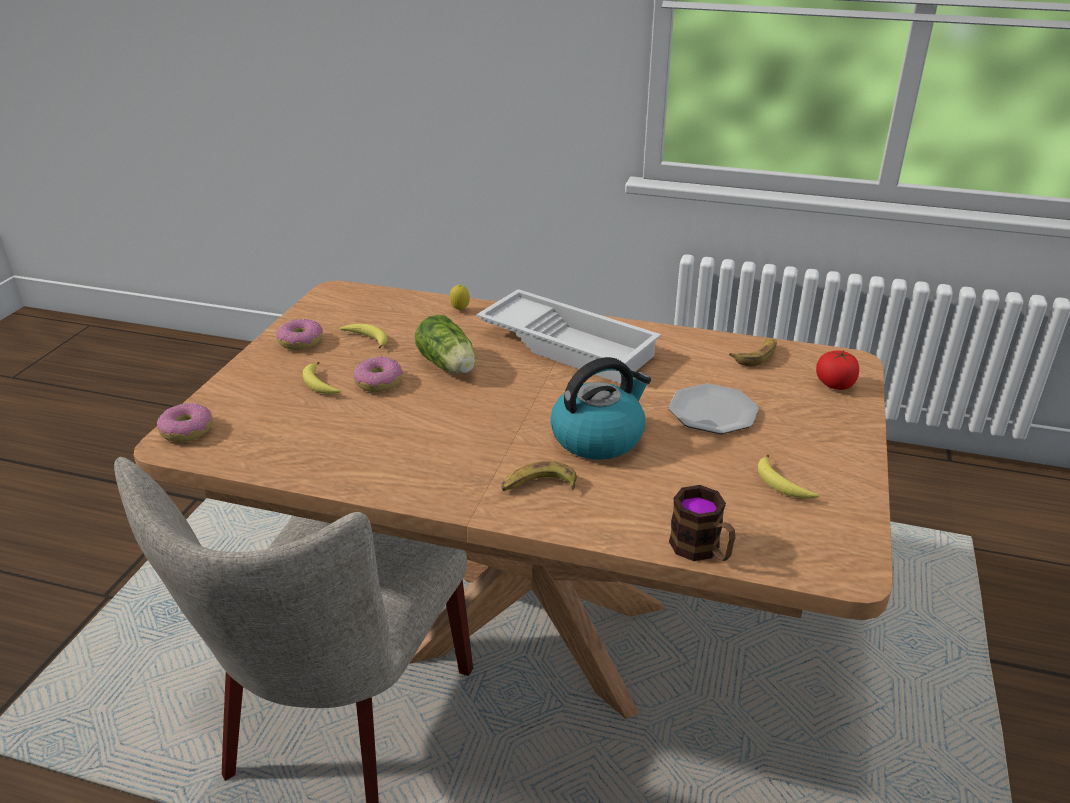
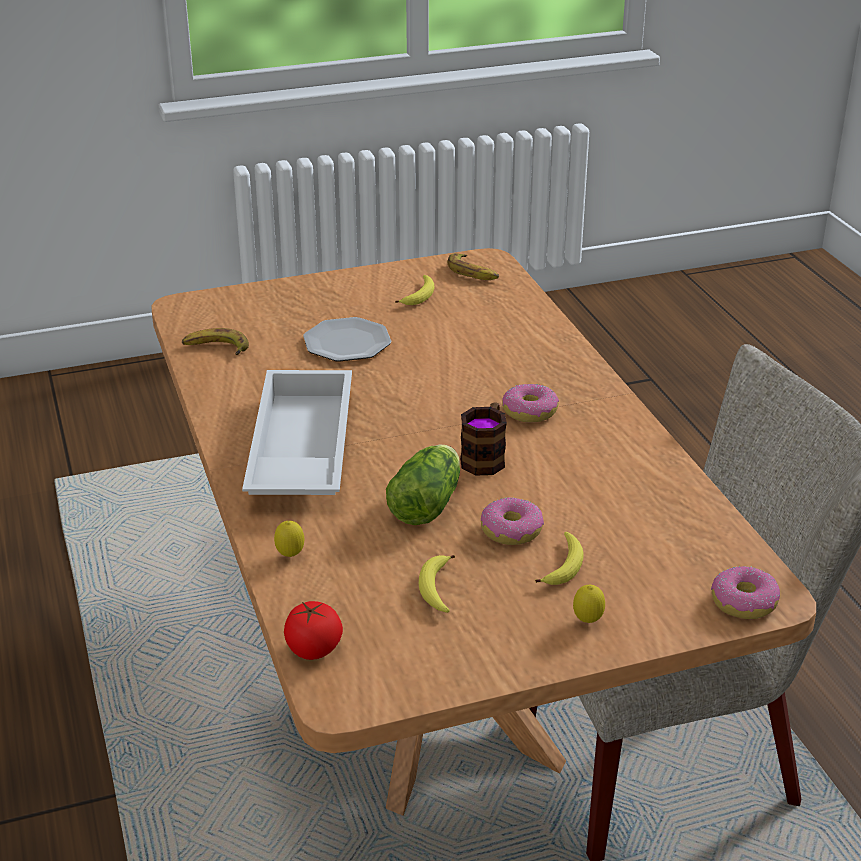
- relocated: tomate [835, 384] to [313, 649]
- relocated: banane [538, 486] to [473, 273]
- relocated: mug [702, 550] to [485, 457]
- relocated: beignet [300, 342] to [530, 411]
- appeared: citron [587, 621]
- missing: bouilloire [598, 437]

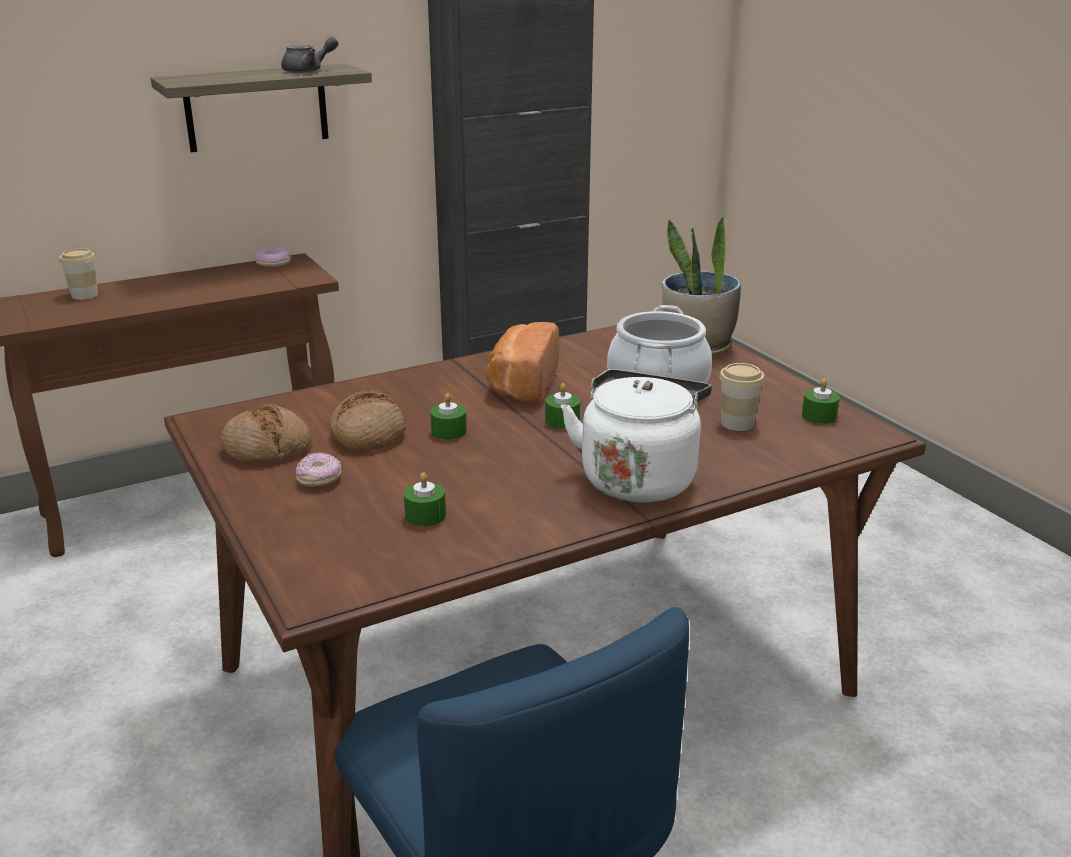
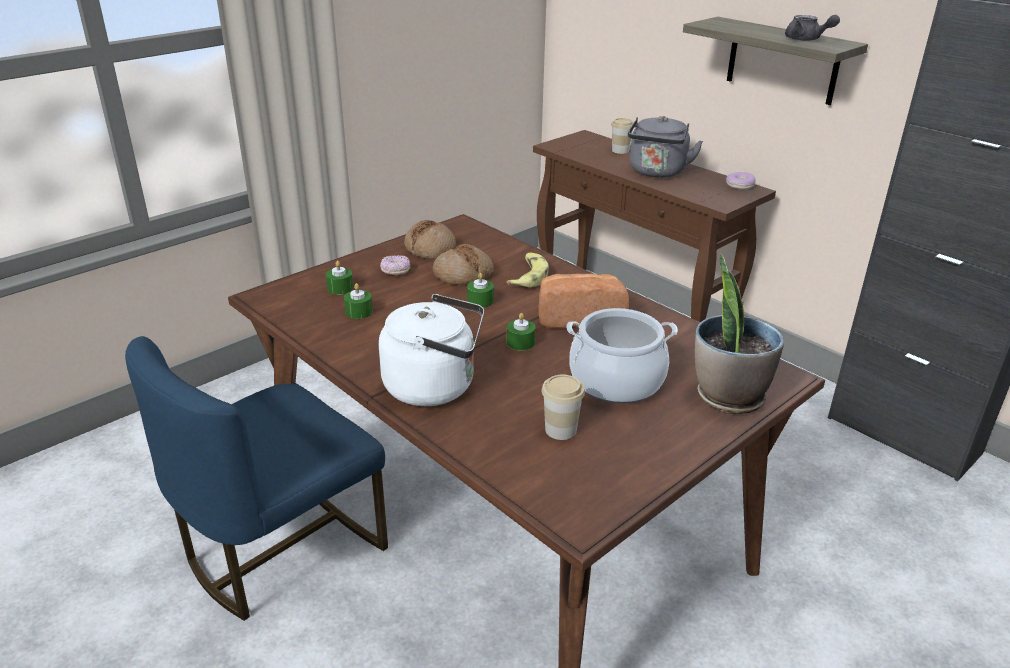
- relocated: bougie (vert) [819, 416] to [340, 288]
- appeared: banane [528, 276]
- appeared: bouilloire (gris) [657, 172]

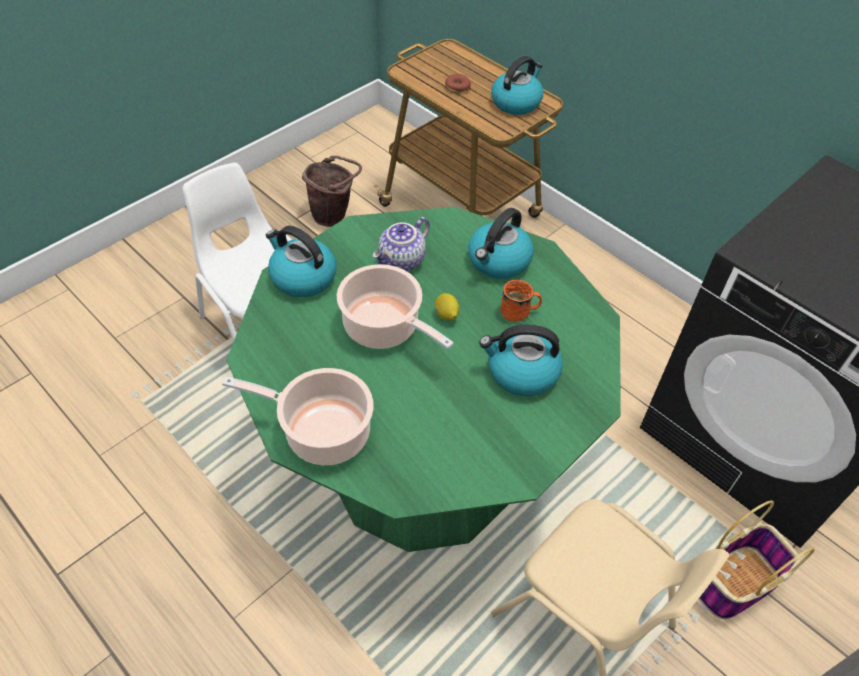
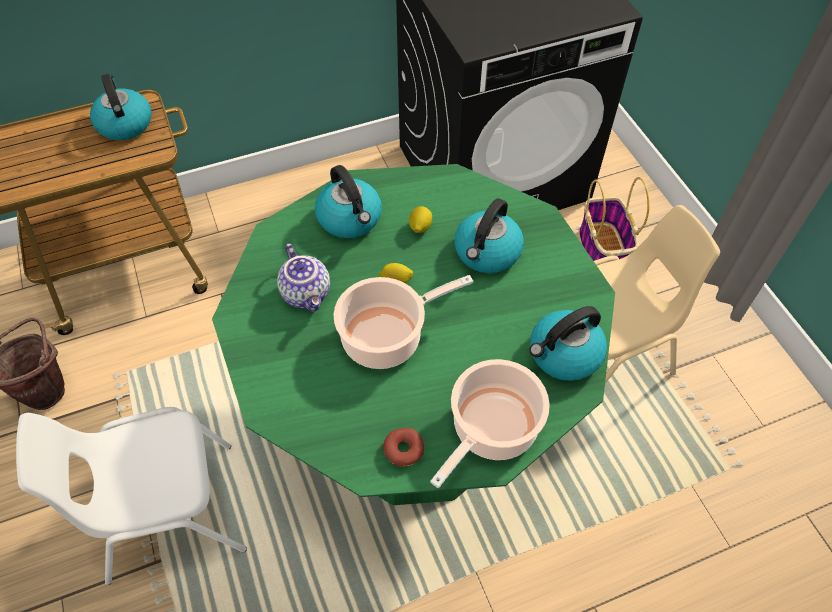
- relocated: beignet [457, 87] to [403, 450]
- exchanged: mug (orange) [519, 312] to citron [420, 227]
- relocated: bouilloire [302, 277] to [563, 355]

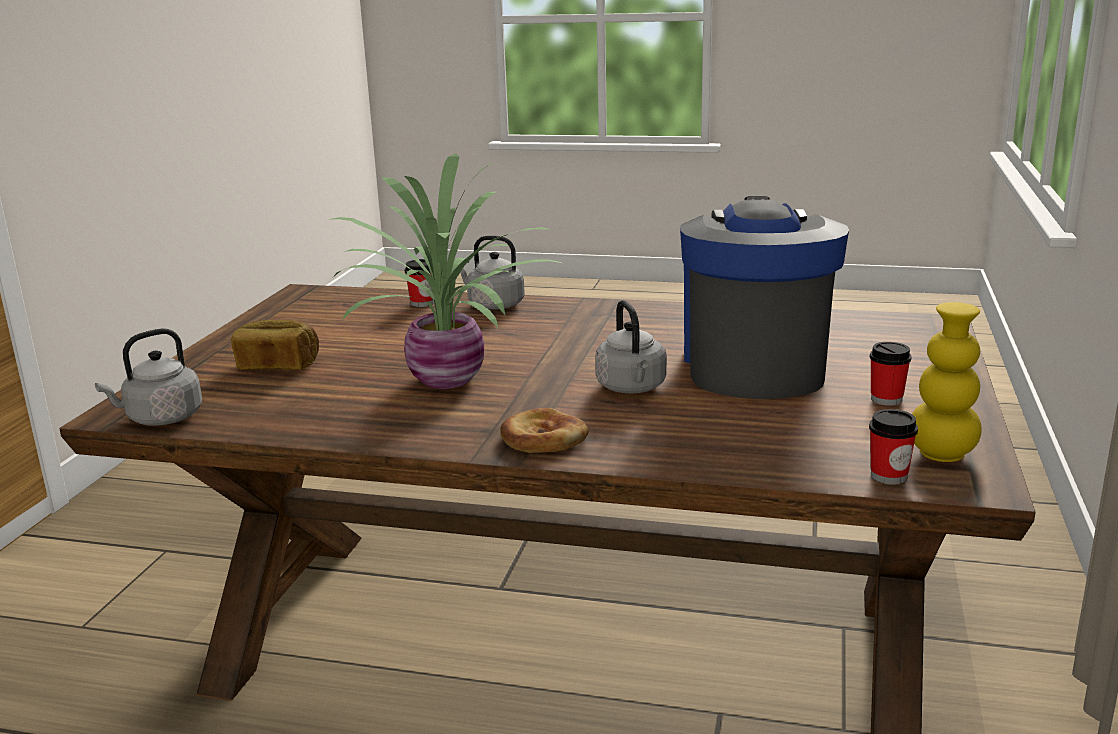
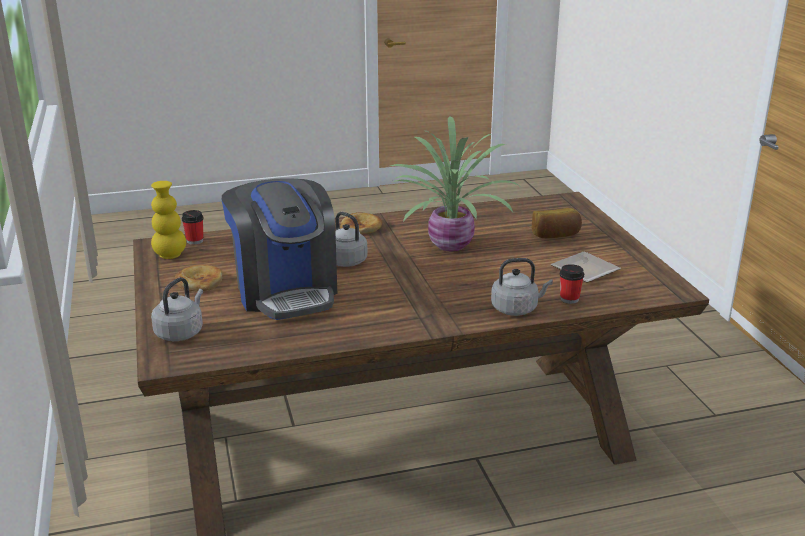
- relocated: bouilloire (gris) [161, 418] to [181, 332]
- exchanged: tasse [886, 399] to pain [199, 281]
- appeared: assiette [587, 270]

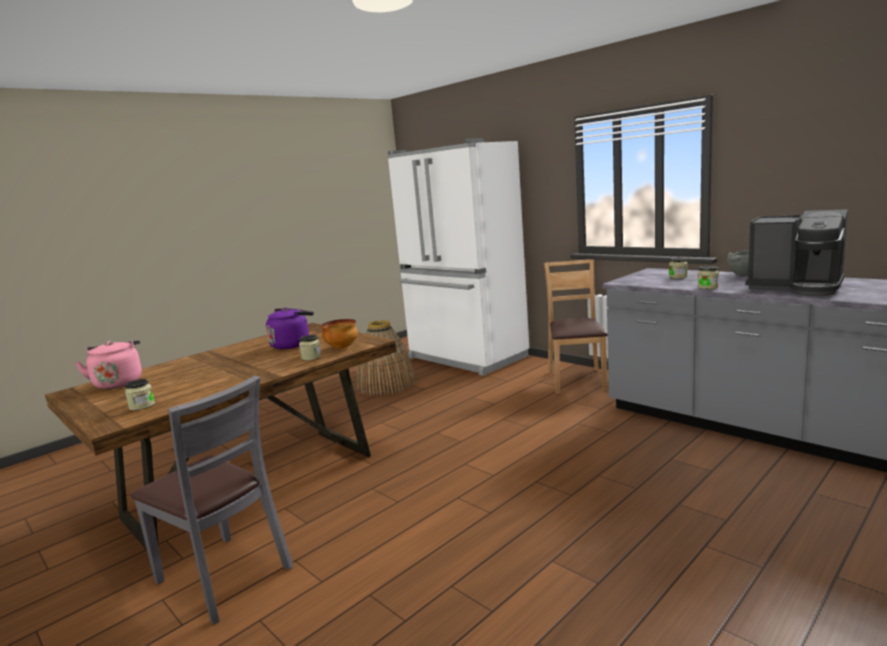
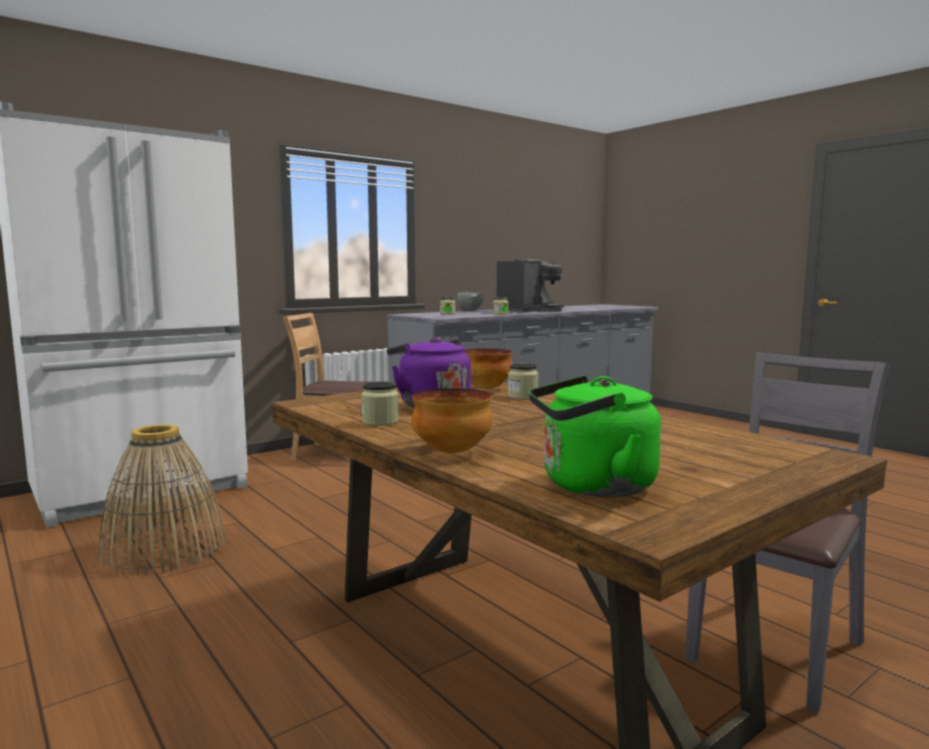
- relocated: bocal [142, 406] to [380, 422]
- appeared: bol [452, 452]
- colour: bouilloire (rose) [118, 383] to bouilloire (vert) [591, 486]

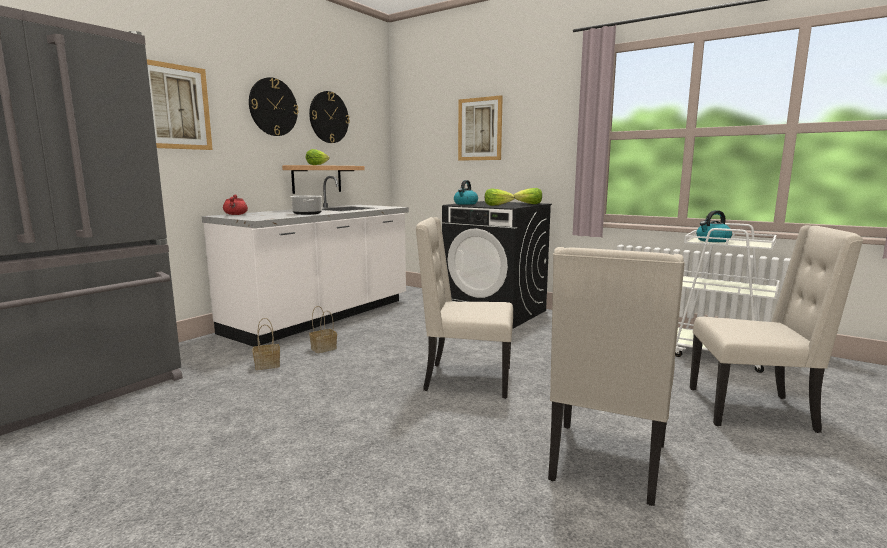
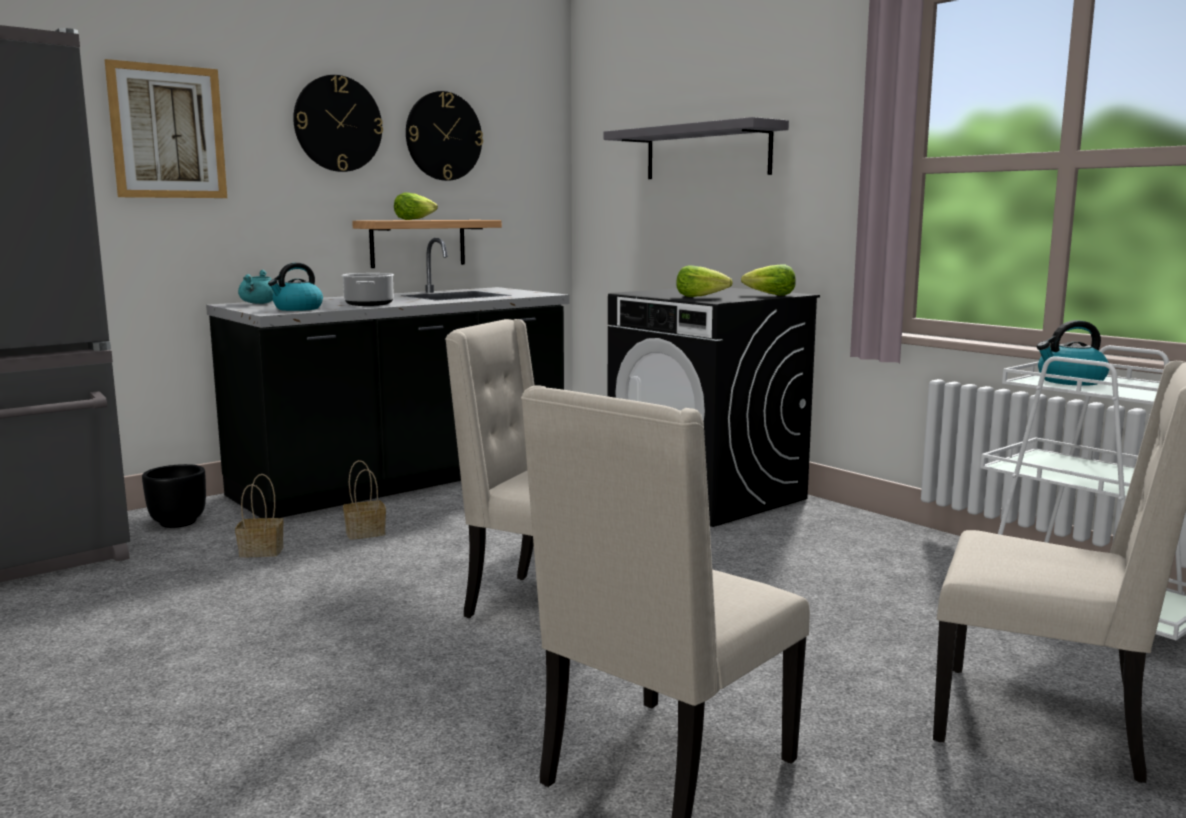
- appeared: cache-pot (noir) [177, 523]
- colour: comptoir de cuisine (blanc) [322, 316] to comptoir de cuisine (noir) [405, 479]
- colour: marmite (rouge) [236, 214] to marmite (turquoise) [259, 303]
- relocated: bouilloire [465, 204] to [297, 309]
- exchanged: tableau [480, 129] to étagère (gris) [707, 152]

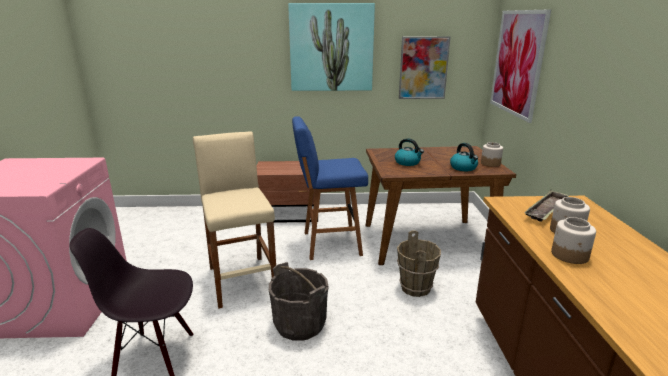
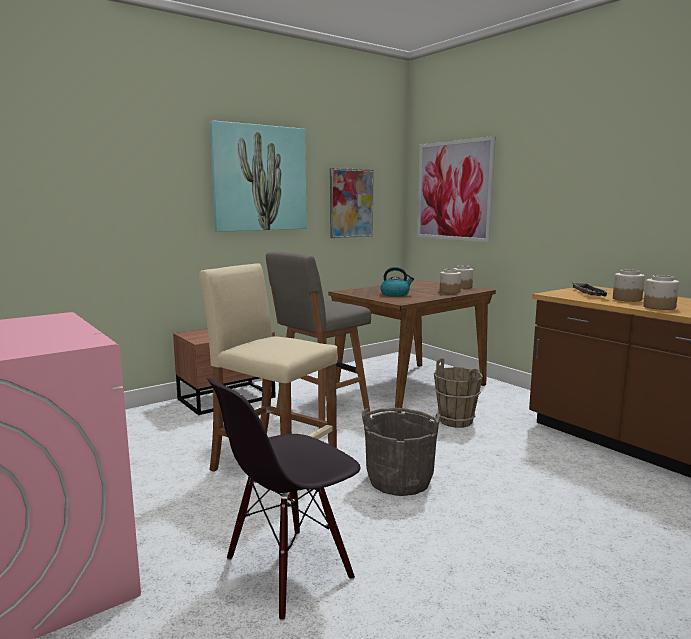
- colour: tabouret (bleu) [329, 244] to tabouret (gris) [320, 411]
- exchanged: bouilloire [463, 168] to bocal [449, 291]

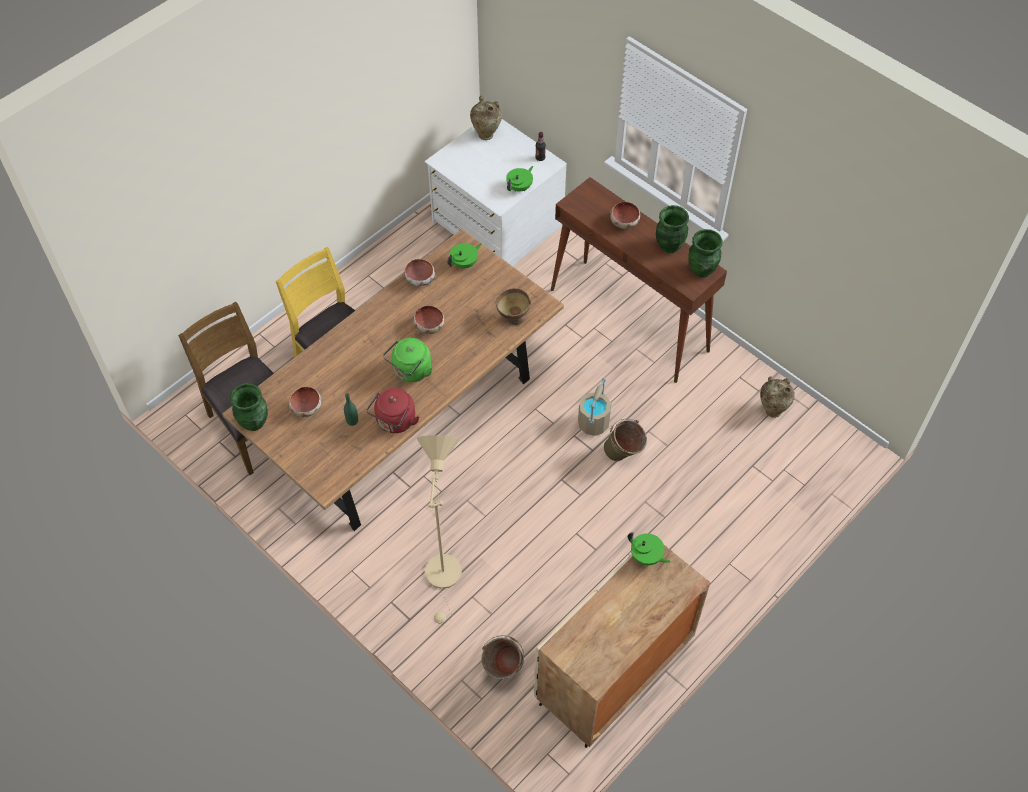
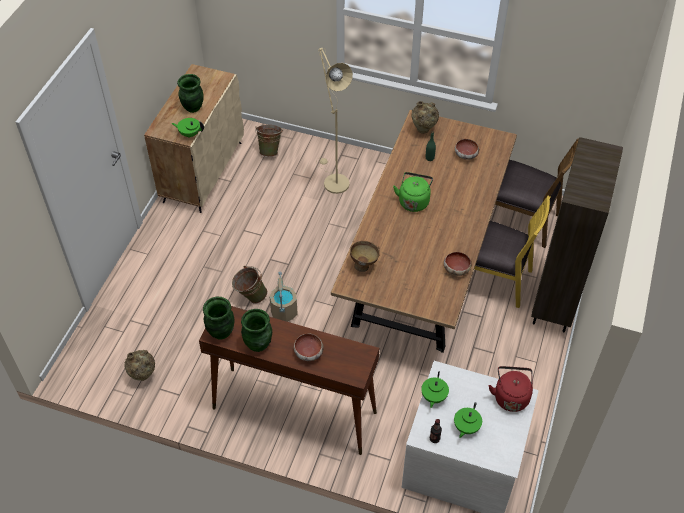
- relocated: vase (vert) [254, 422] to [192, 108]
- relocated: vase (beige) [486, 134] to [423, 131]
- relocated: théière (vert) [465, 263] to [466, 427]
- relocated: bouilloire (rouge) [395, 422] to [510, 396]
- appeared: bibliothèque (marron) [555, 303]
- missing: bol [428, 326]

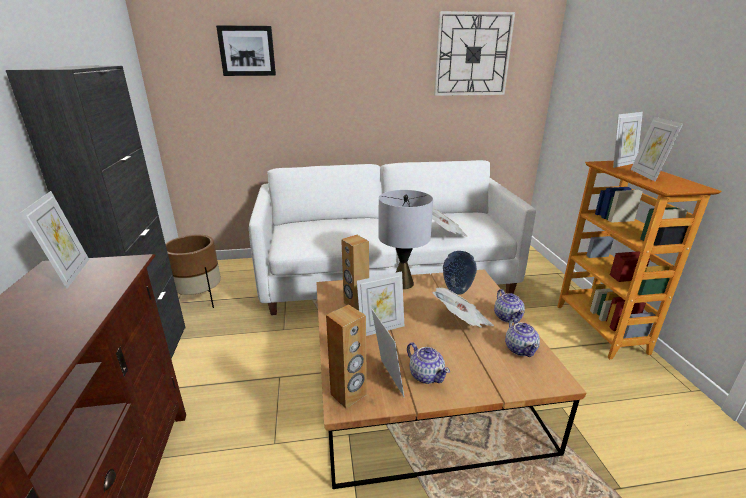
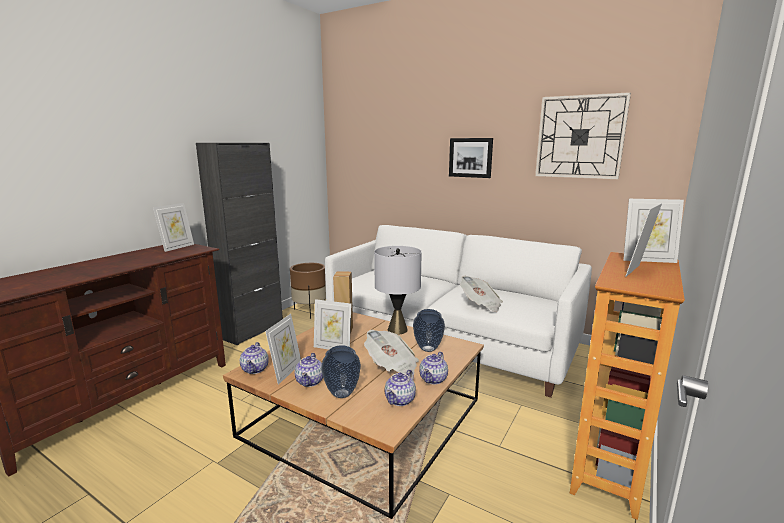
- exchanged: enceinte (marron) [349, 395] to théière [255, 369]
- appeared: vase [341, 393]
- relocated: tableau [247, 51] to [470, 157]

